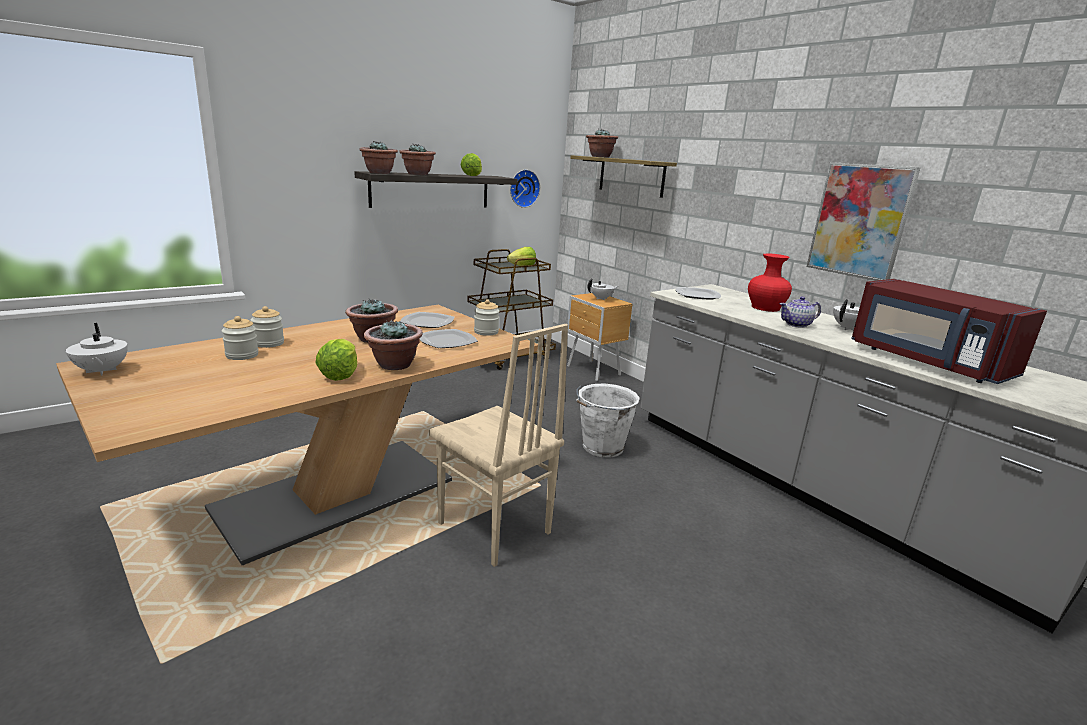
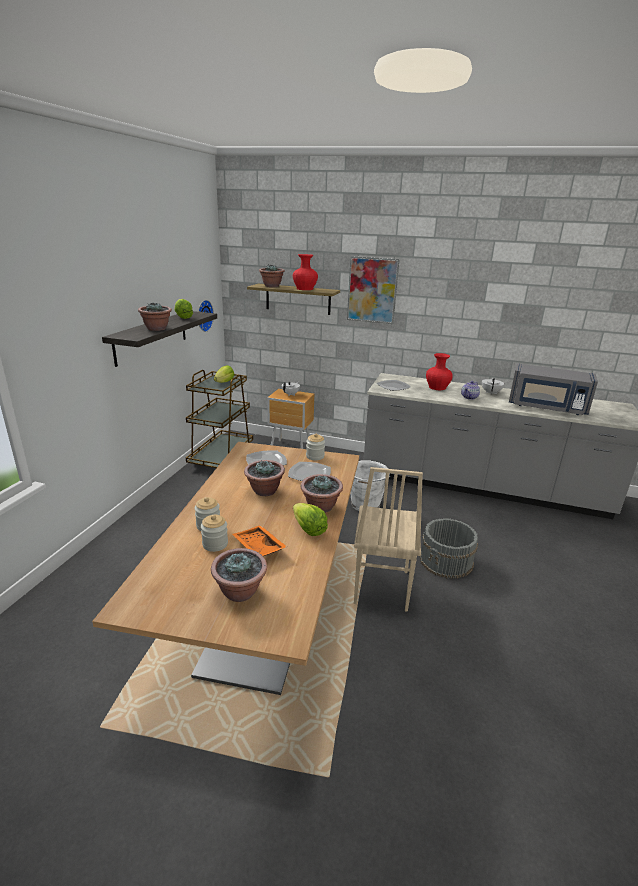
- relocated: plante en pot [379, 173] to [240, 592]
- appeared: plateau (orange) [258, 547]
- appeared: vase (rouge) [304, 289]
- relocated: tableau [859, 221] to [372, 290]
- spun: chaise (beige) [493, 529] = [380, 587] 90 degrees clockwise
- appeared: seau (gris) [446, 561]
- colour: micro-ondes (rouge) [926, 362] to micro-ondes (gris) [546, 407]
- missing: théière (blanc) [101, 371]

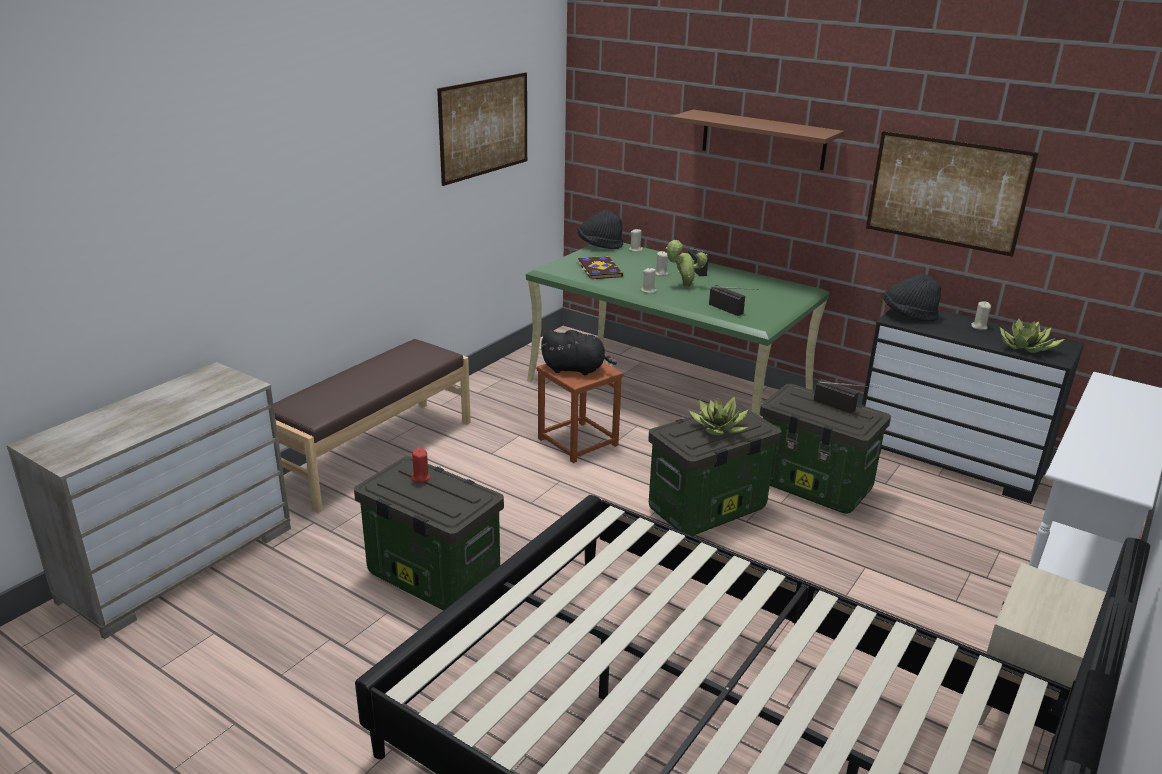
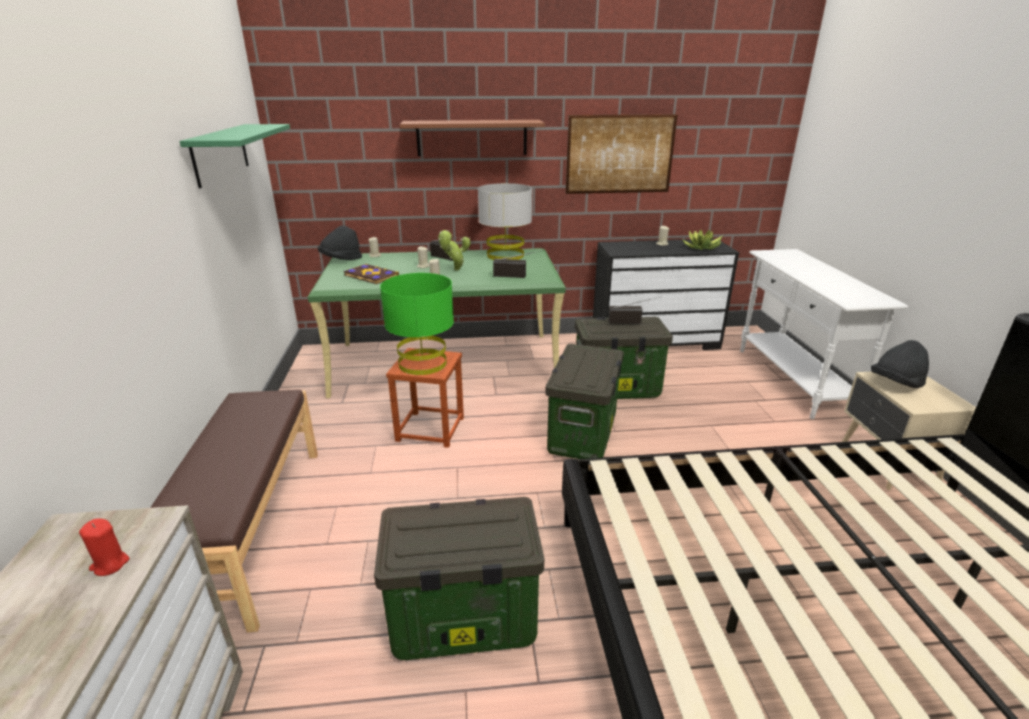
- relocated: bougie (rouge) [420, 477] to [110, 564]
- exchanged: tableau [484, 127] to étagère (vert) [220, 154]
- exchanged: peluche (noir) [576, 369] to lampe de table (vert) [423, 363]
- appeared: lampe de table (gris) [505, 255]
- relocated: chapeau (noir) [908, 315] to [896, 383]
- missing: plante en pot [718, 428]

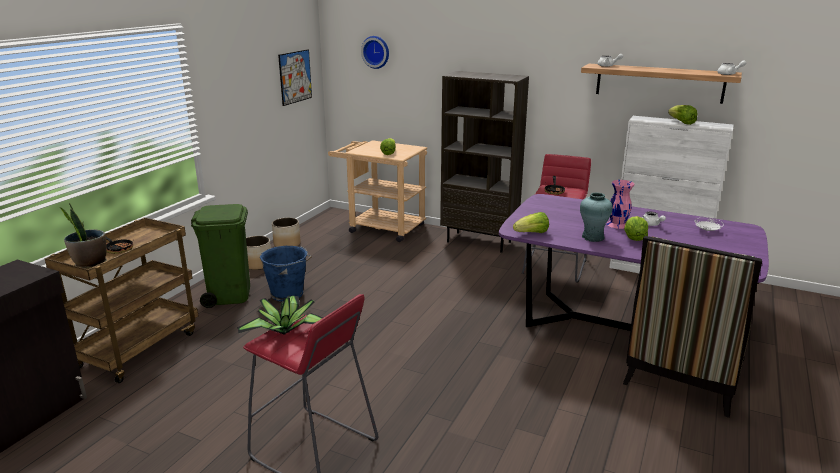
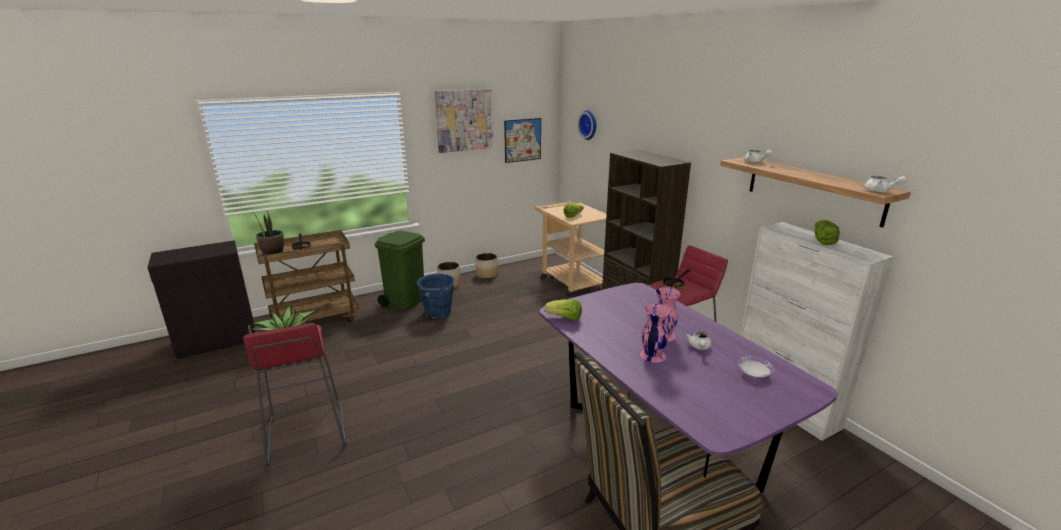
- appeared: tableau [464, 120]
- exchanged: laitue [634, 238] to vase (rose) [652, 355]
- missing: vase (turquoise) [593, 237]

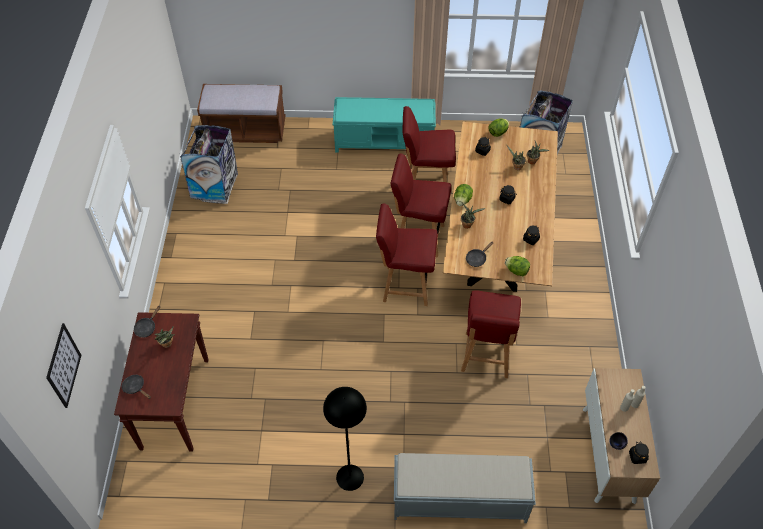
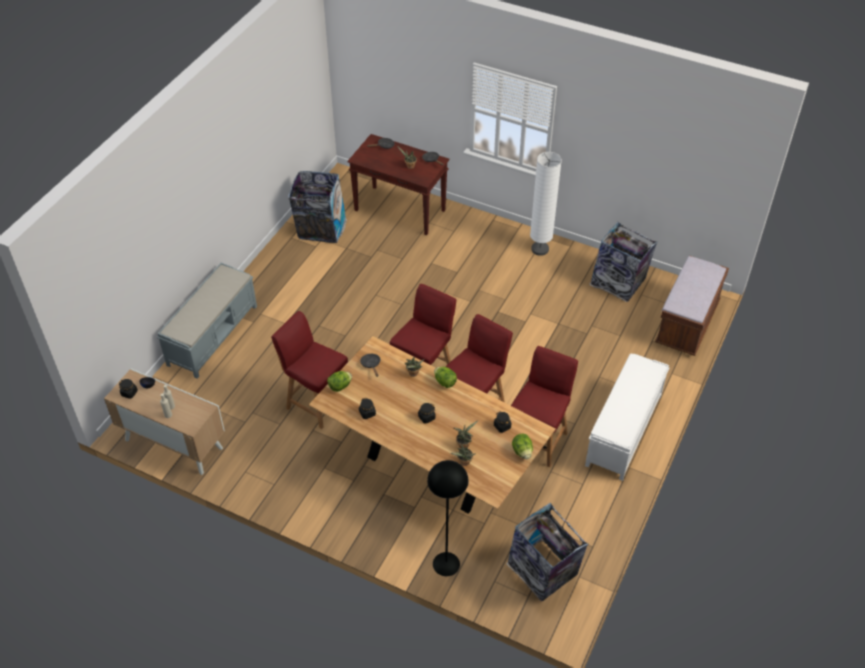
- appeared: poubelle [320, 229]
- relocated: lampadaire (noir) [350, 477] to [446, 564]
- appeared: lampadaire (blanc) [540, 249]
- colour: banc (turquoise) [385, 141] to banc (blanc) [623, 431]
- missing: tableau [63, 365]

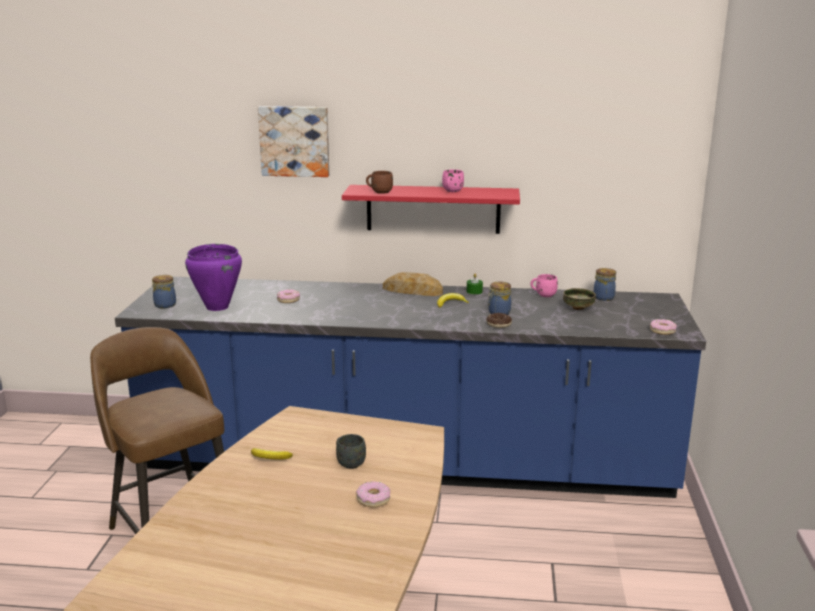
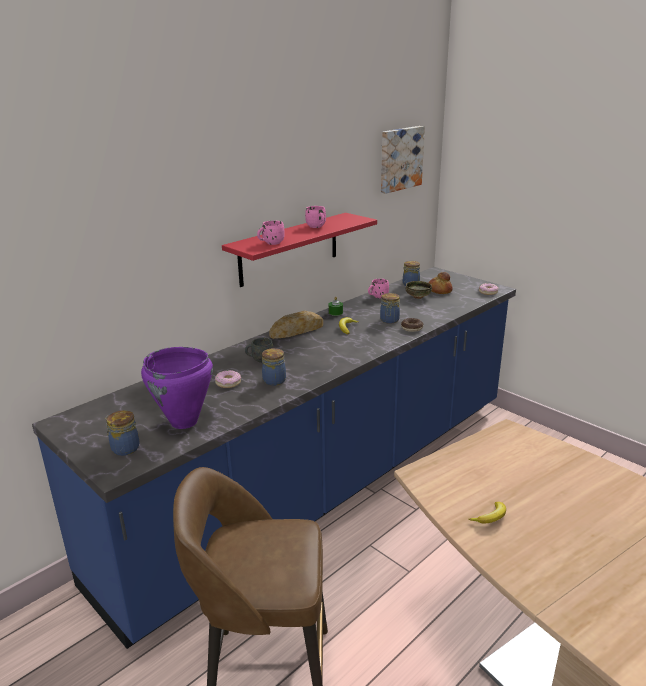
- relocated: mug (gris) [348, 462] to [259, 359]
- colour: mug (marron) [379, 191] to mug (rose) [270, 243]
- appeared: bocal [275, 380]
- relocated: tableau [295, 141] to [400, 158]
- appeared: pain [439, 290]
- missing: beignet [373, 499]

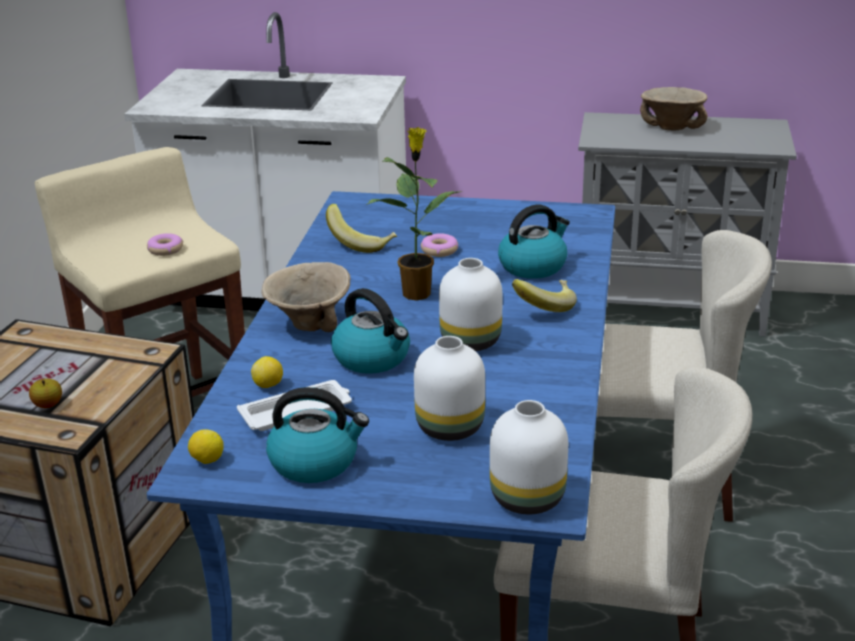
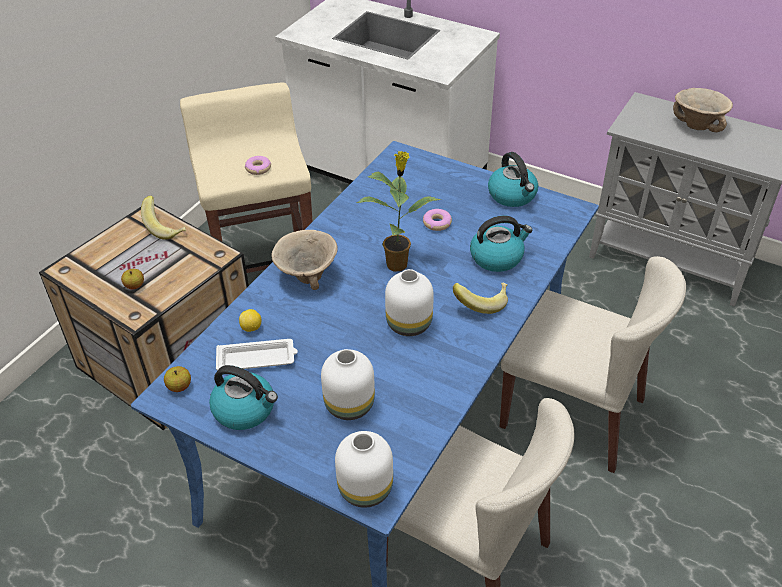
- relocated: banane [361, 243] to [166, 228]
- exchanged: citron [207, 460] to pomme [179, 387]
- relocated: bouilloire [373, 358] to [513, 195]

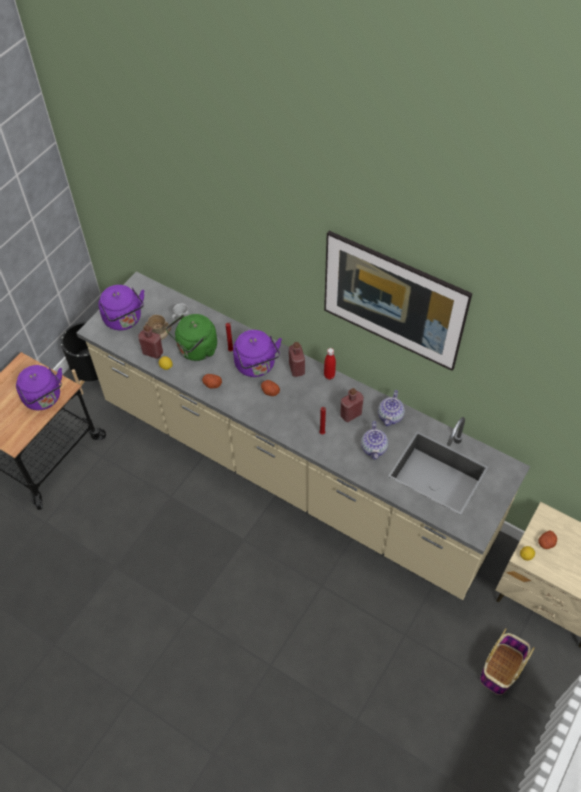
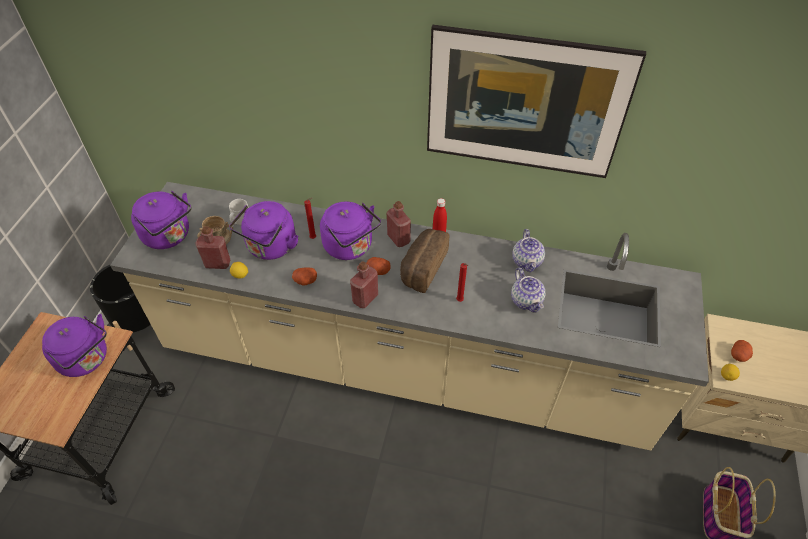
- colour: bouilloire (vert) [195, 350] to bouilloire (violet) [270, 248]
- relocated: bouteille (rouge) [350, 414] to [365, 298]
- appeared: pain [422, 267]

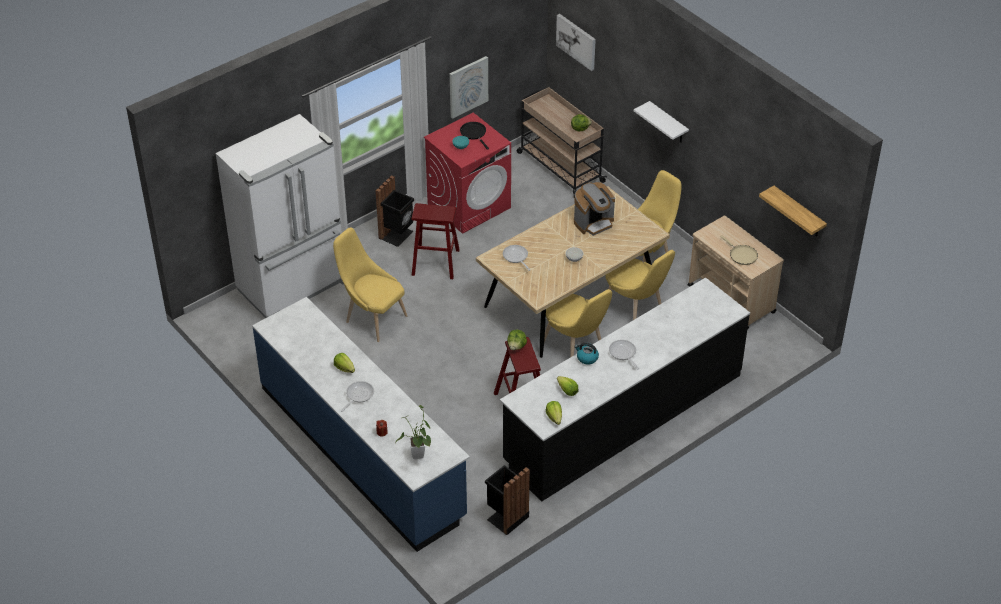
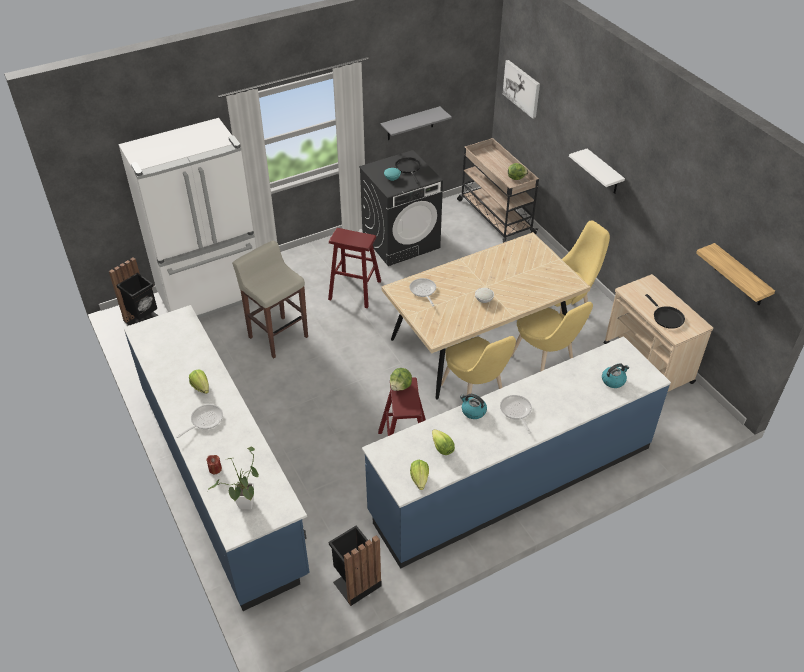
- relocated: poubelle (noir) [397, 235] to [144, 320]
- exchanged: chaise (jaune) [372, 318] to tabouret (beige) [277, 336]
- colour: lave-linge (rouge) [469, 205] to lave-linge (noir) [401, 241]
- colour: comptoir de cuisine (noir) [623, 418] to comptoir de cuisine (bleu) [512, 479]
- exchanged: tableau [468, 86] to étagère (gris) [410, 123]
- appeared: bouilloire [613, 380]
- colour: poêle (beige) [741, 255] to poêle (noir) [666, 317]
- missing: machine à café [594, 223]

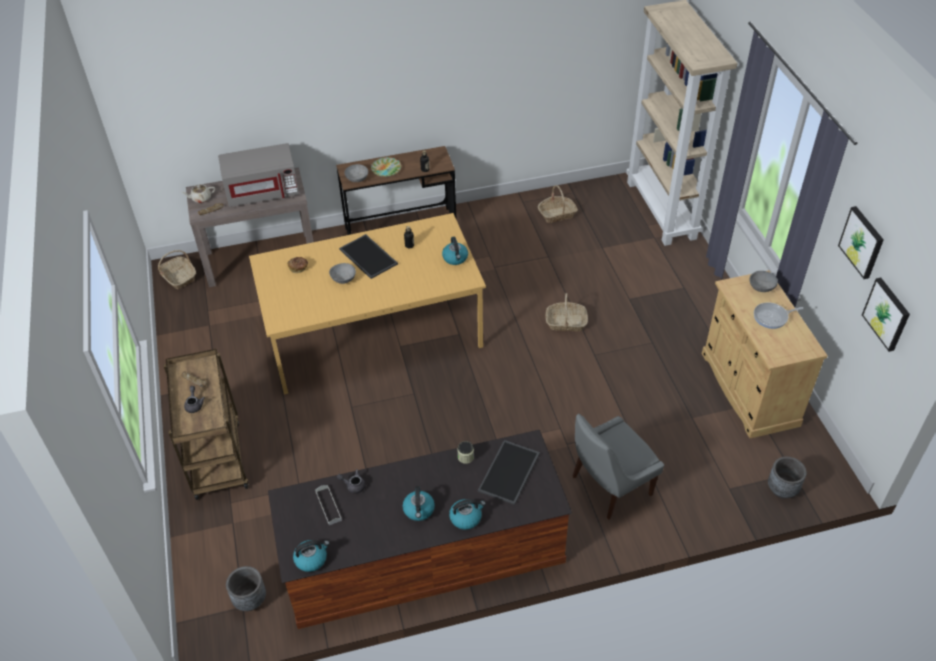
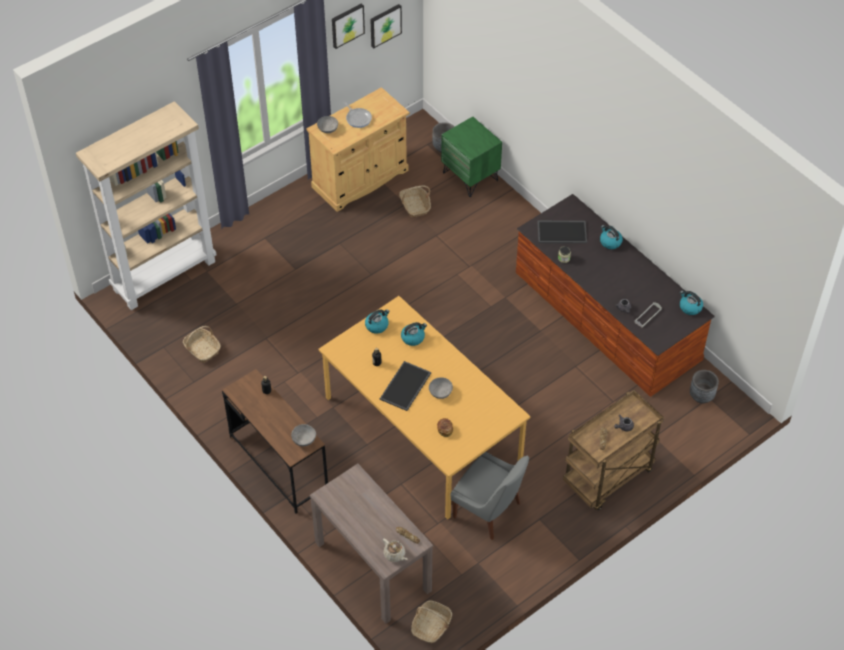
- relocated: panier [566, 322] to [415, 206]
- relocated: bouilloire [419, 510] to [413, 337]
- appeared: table de chevet (vert) [471, 176]
- relocated: chaise (gris) [609, 487] to [489, 511]
- missing: micro-ondes (gris) [263, 192]
- missing: assiette [386, 169]

